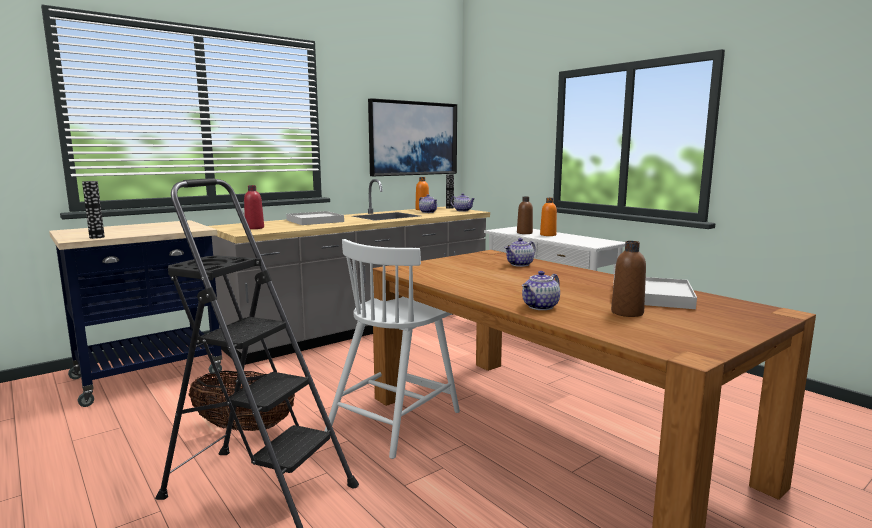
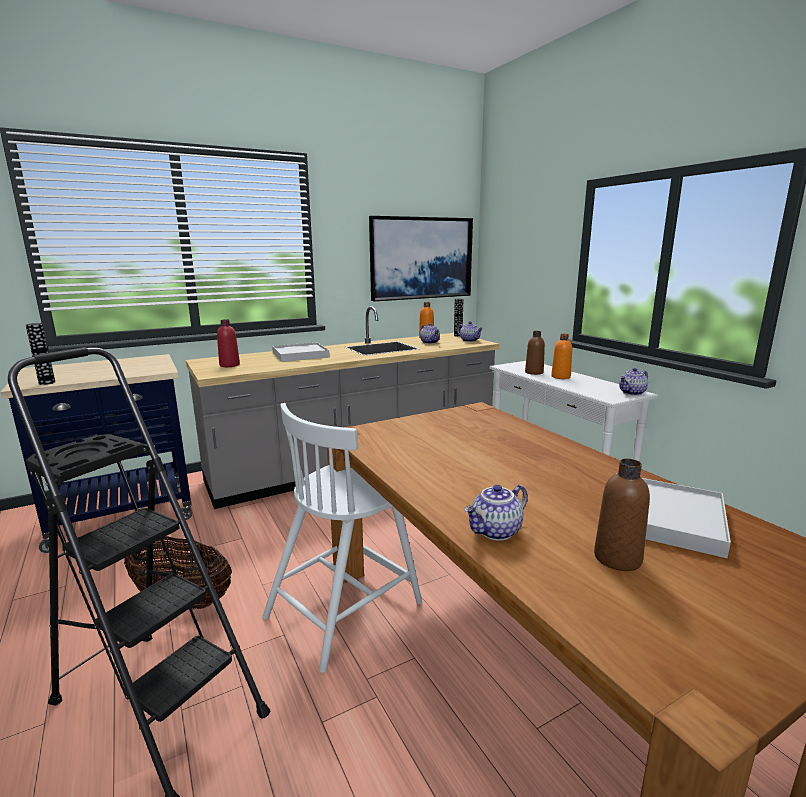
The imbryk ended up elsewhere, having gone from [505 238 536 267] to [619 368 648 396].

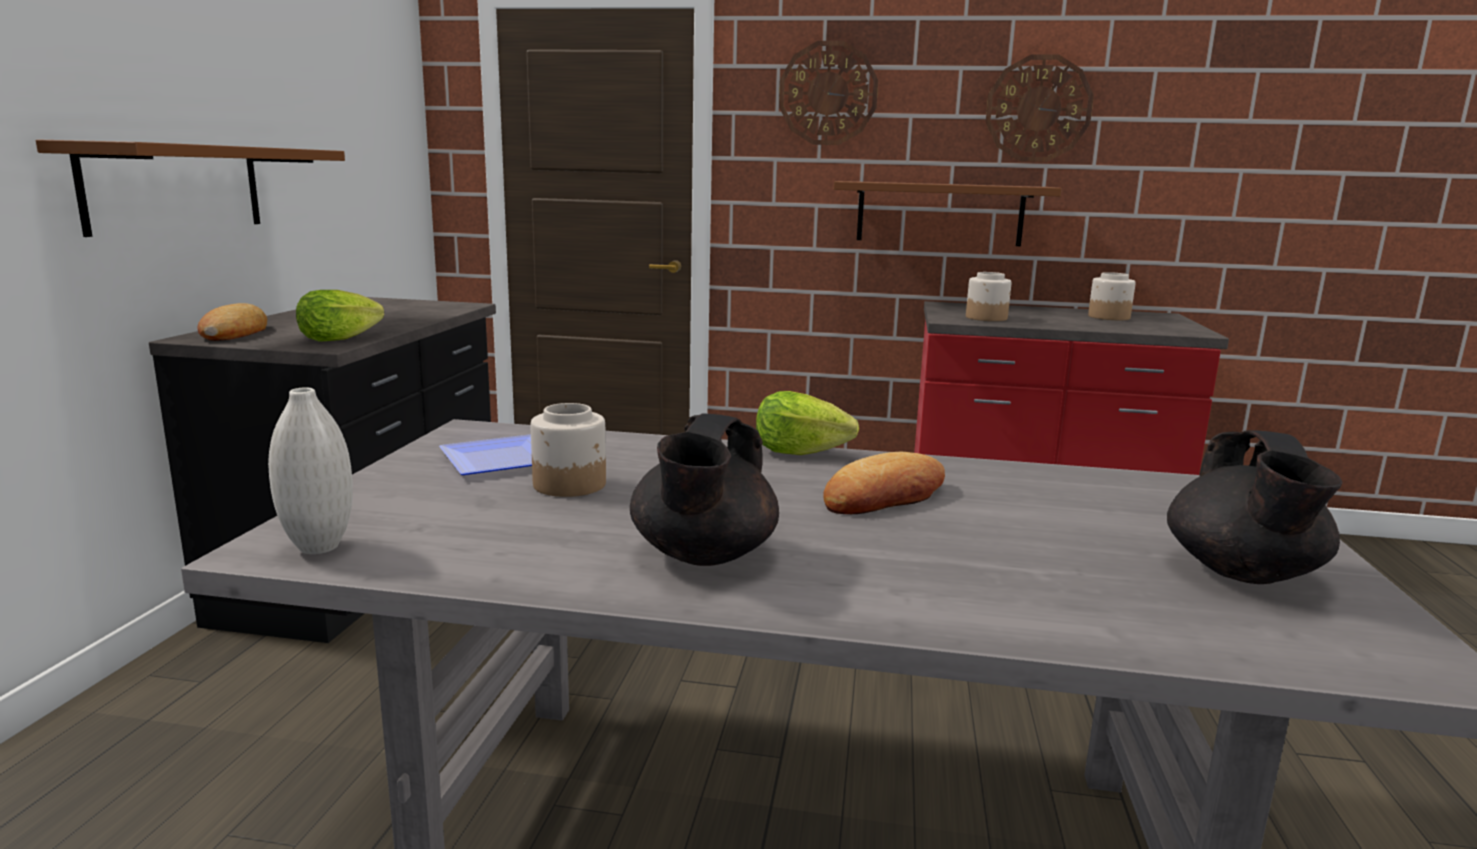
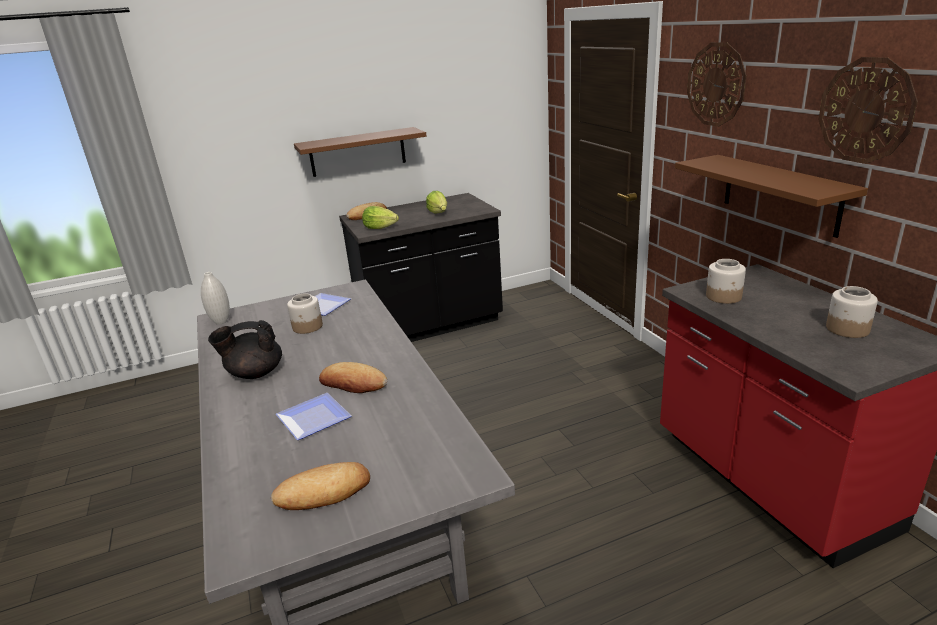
The second view gained the talerz at [276 393 351 440]. The sałata ended up elsewhere, having gone from [756 391 859 455] to [426 191 447 214]. Where the imbryk [czarny] stood at [1167 430 1342 584], the chleb came to stand at [271 462 370 510].

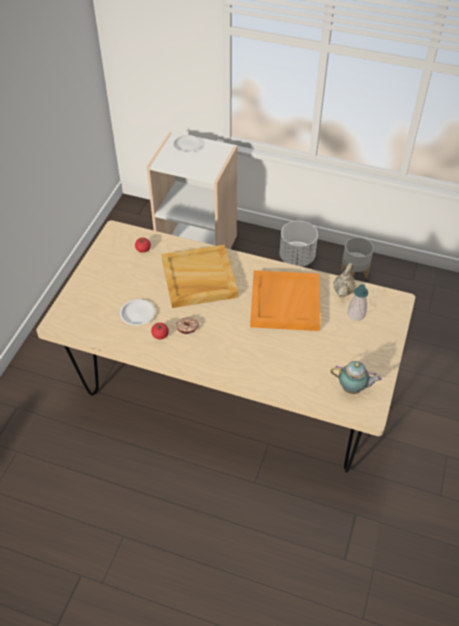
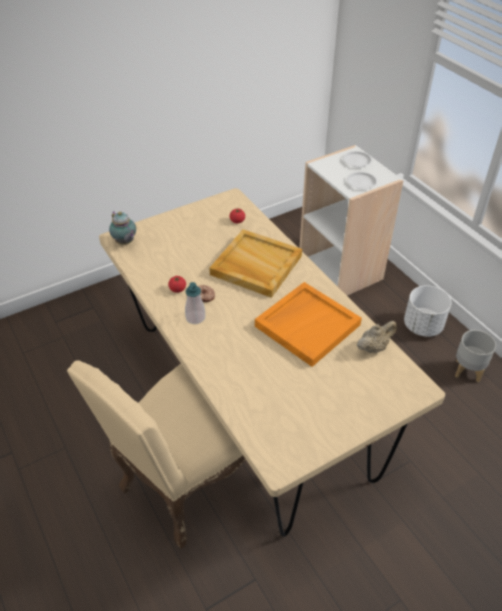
The second view gained the krzesło [beżowy] at [67 360 246 549]. The talerz [biały] ended up elsewhere, having gone from [120 299 155 326] to [347 172 378 189]. The imbryk ended up elsewhere, having gone from [330 361 382 394] to [109 212 136 245]. The dozownik mydła ended up elsewhere, having gone from [347 284 368 321] to [185 282 205 324].

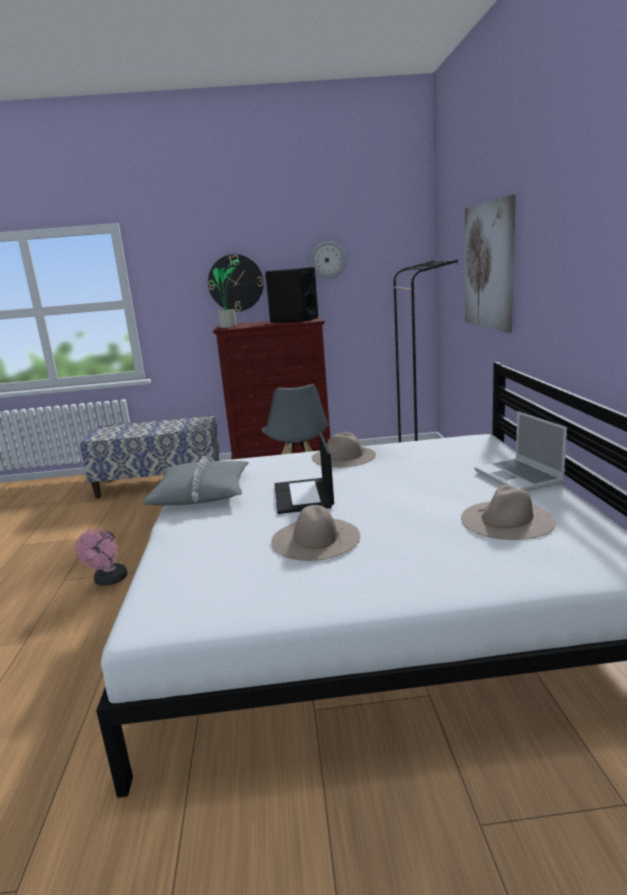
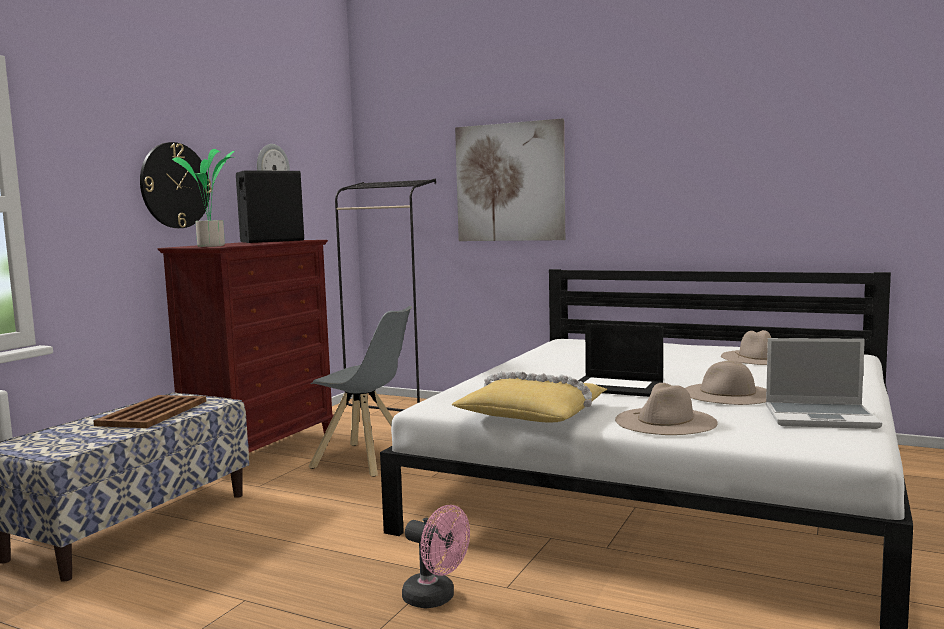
The second view gained the taca [brązowy] at [93 395 206 428]. The kapelusz [beżowy] ended up elsewhere, having gone from [312 432 376 467] to [615 383 718 435]. The laptop ended up elsewhere, having gone from [475 411 567 491] to [766 338 882 429]. What was the poduszka [szary] at [143 456 249 505] turned into the poduszka [żółty] at [452 371 607 423].

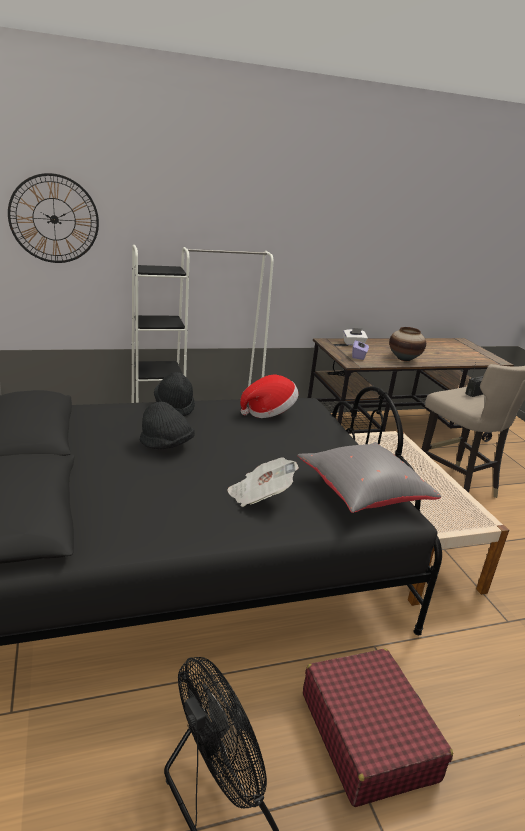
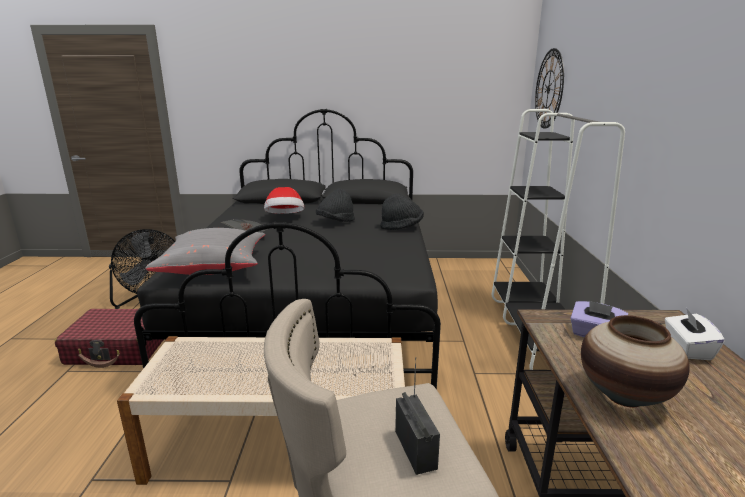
The kapelusz ended up elsewhere, having gone from [240 374 298 418] to [264 187 304 214].

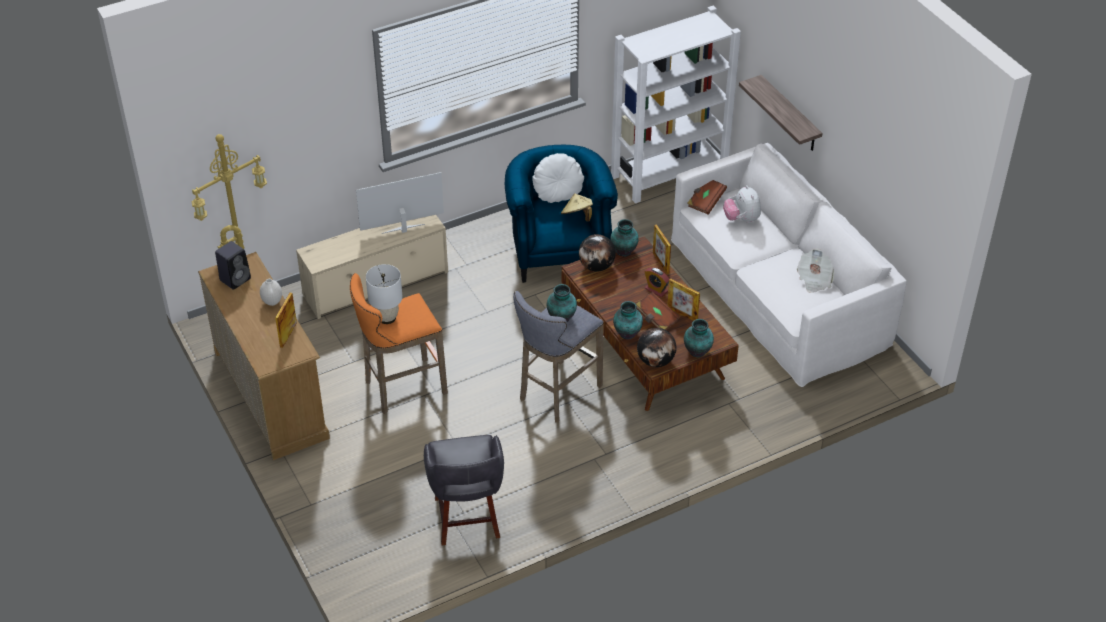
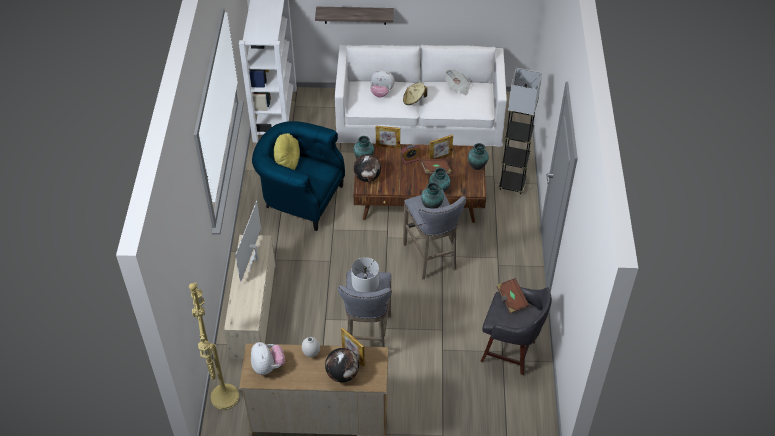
The second view gained the lampa stojąca [szary] at [498 68 542 194]. The kapelusz [beżowy] ended up elsewhere, having gone from [561 193 593 222] to [403 83 427 105]. The globus ended up elsewhere, having gone from [637 328 677 367] to [325 348 359 382]. The książka [brązowy] ended up elsewhere, having gone from [687 180 727 215] to [496 278 529 314]. Where the głośnik [czarny] stood at [215 241 251 290], the pluszak came to stand at [251 342 285 375]. What was the stołek [pomarańczowy] at [350 273 448 414] turned into the stołek [szary] at [338 271 392 347]. What was the poduszka [biały] at [532 153 584 203] turned into the poduszka [żółty] at [274 133 300 170].

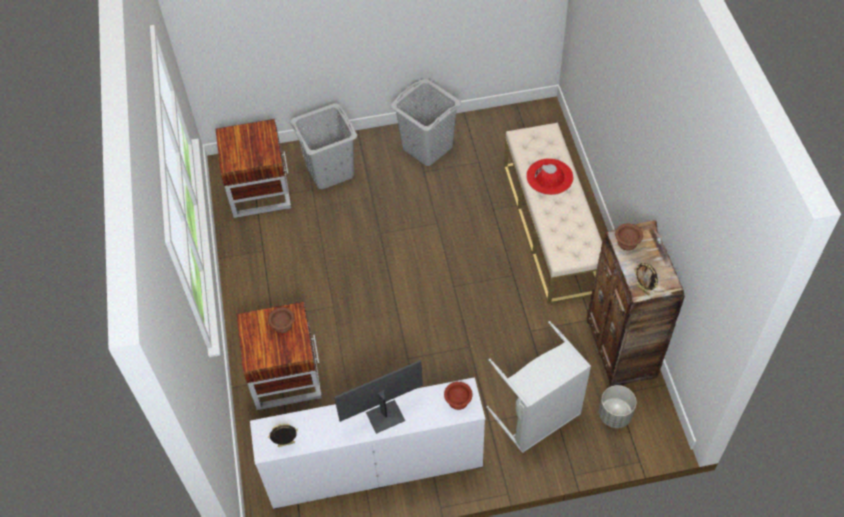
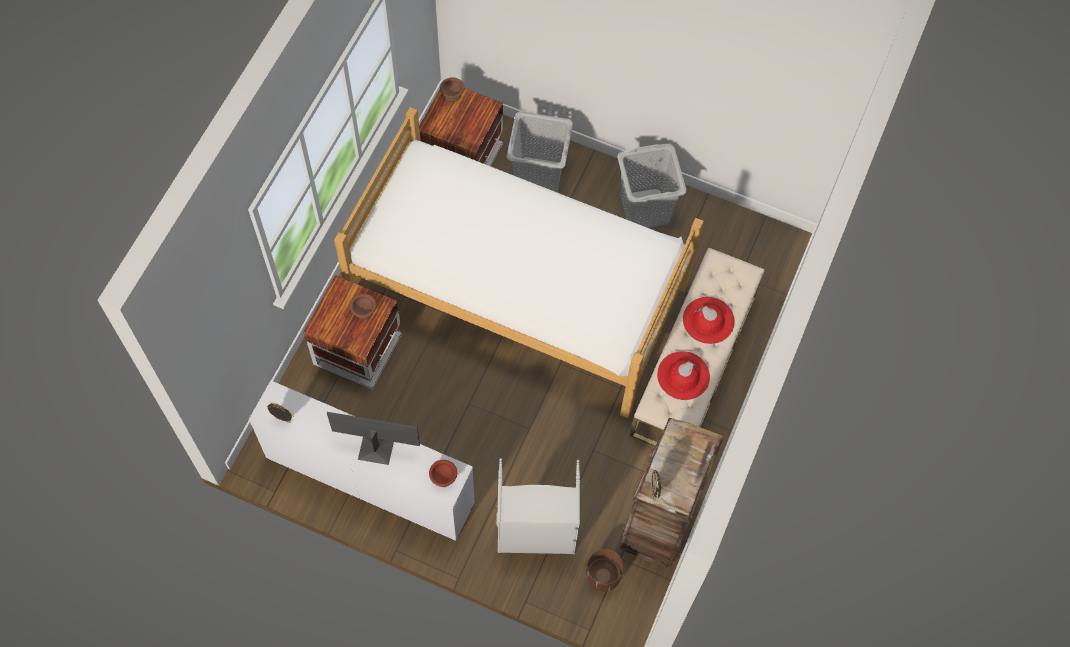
The second view gained the łóżko at [334 107 704 418]. The second view gained the kapelusz [czerwony] at [657 351 710 400]. The miska [brązowy] ended up elsewhere, having gone from [615 224 643 250] to [440 77 464 102]. What was the donica [szary] at [599 385 636 428] turned into the donica [brązowy] at [586 549 623 592].

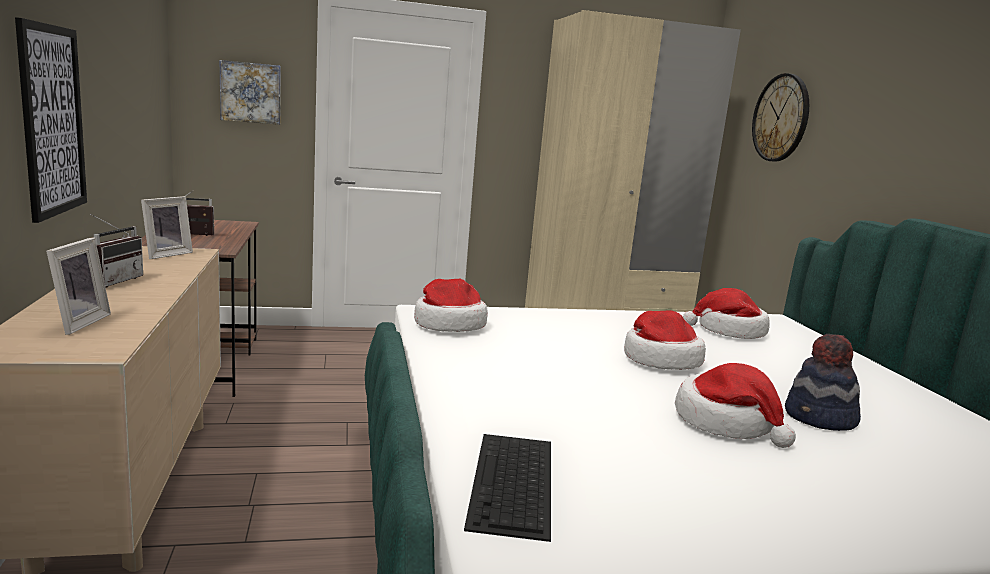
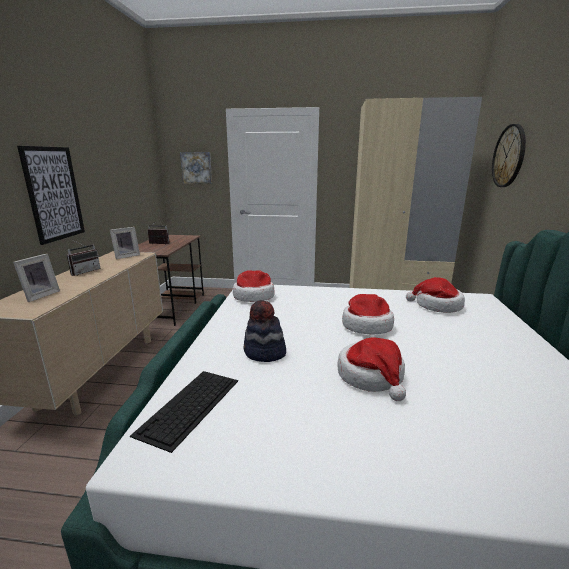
The kapelusz ended up elsewhere, having gone from [785 334 861 431] to [243 300 286 362].

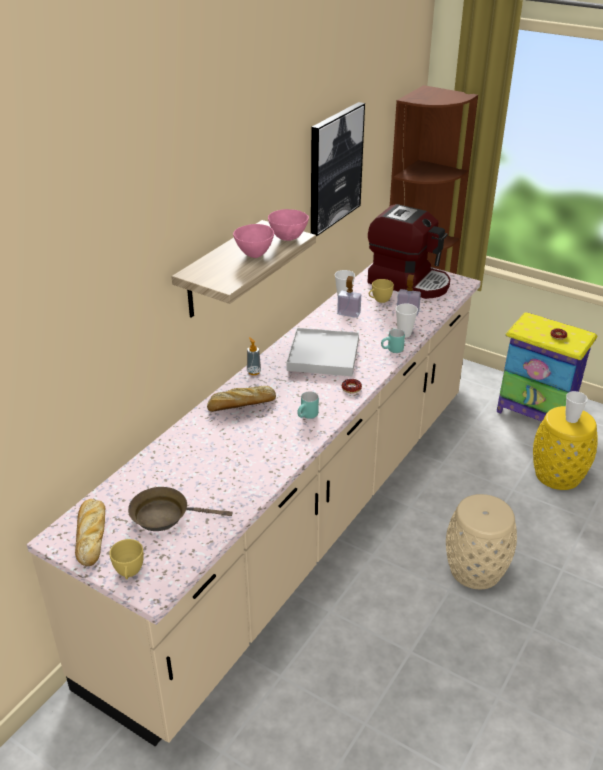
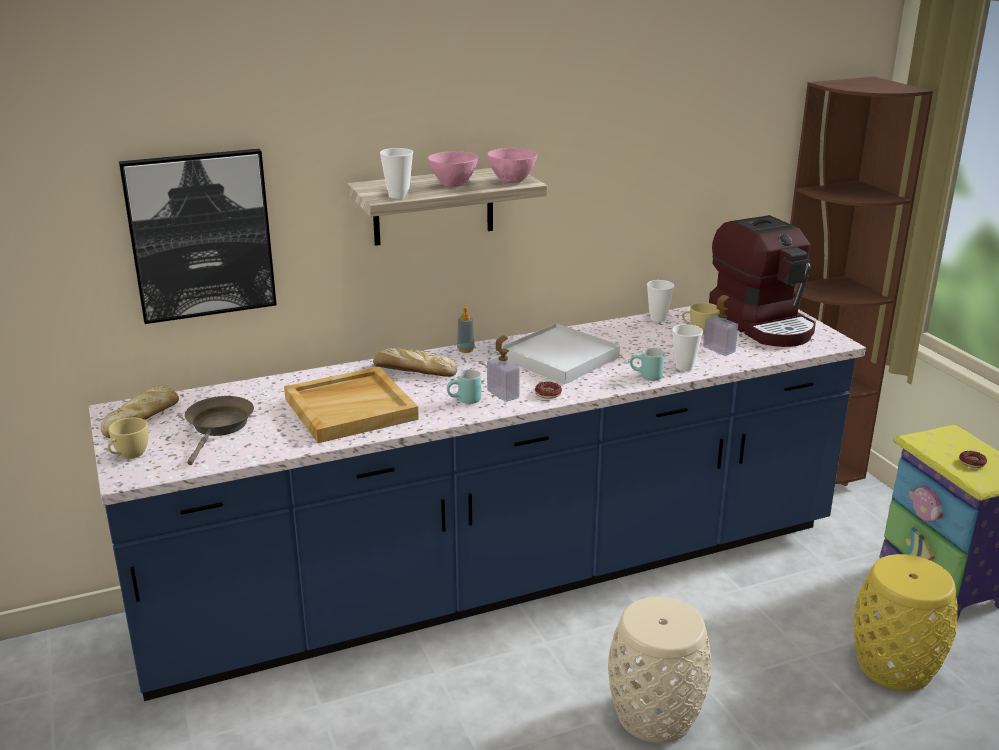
The second view gained the taca [beżowy] at [284 367 419 443]. The obraz ended up elsewhere, having gone from [311 102 365 236] to [119 149 277 324]. The dozownik mydła ended up elsewhere, having gone from [337 276 361 318] to [487 335 520 402]. The filiżanka ended up elsewhere, having gone from [565 391 588 423] to [380 148 413 199]. What was the zabudowa kuchenna [beżowy] at [27 263 481 746] turned into the zabudowa kuchenna [niebieski] at [89 306 866 701]. The patelnia [brązowy] at [128 487 232 531] ended up facing another way, 60 degrees clockwise from before.

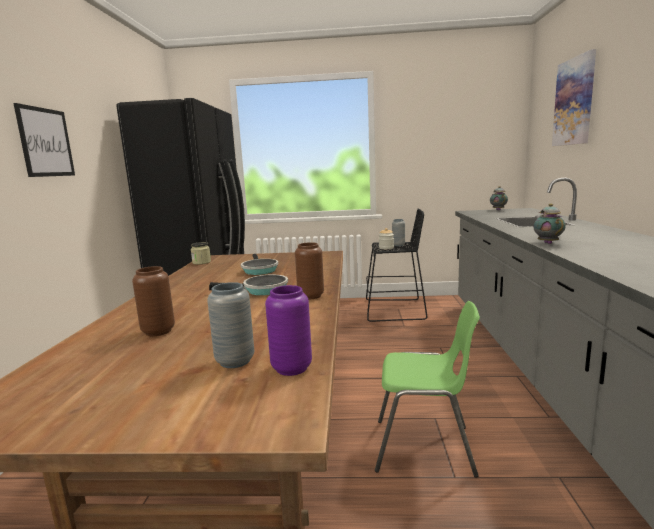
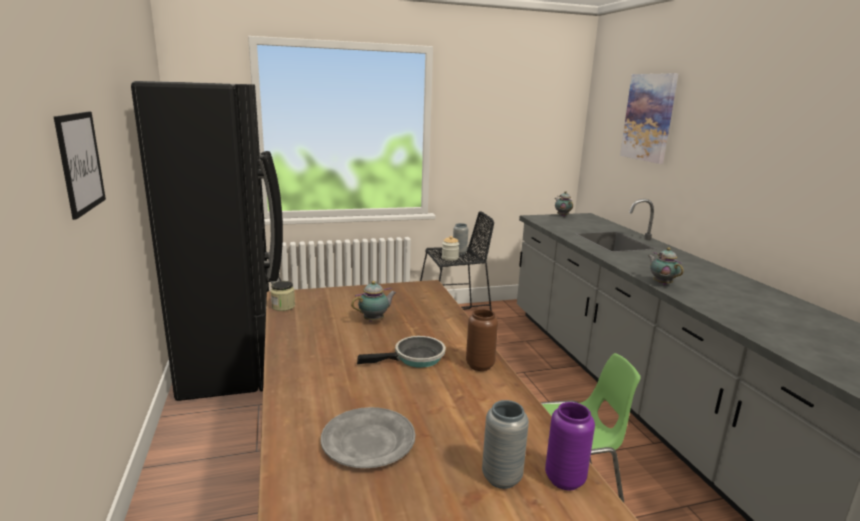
Where the wazon [brązowy] stood at [132 266 175 336], the talerz [szary] came to stand at [321 407 415 468]. Where the patelnia stood at [241 254 278 275], the imbryk came to stand at [351 281 397 322].

